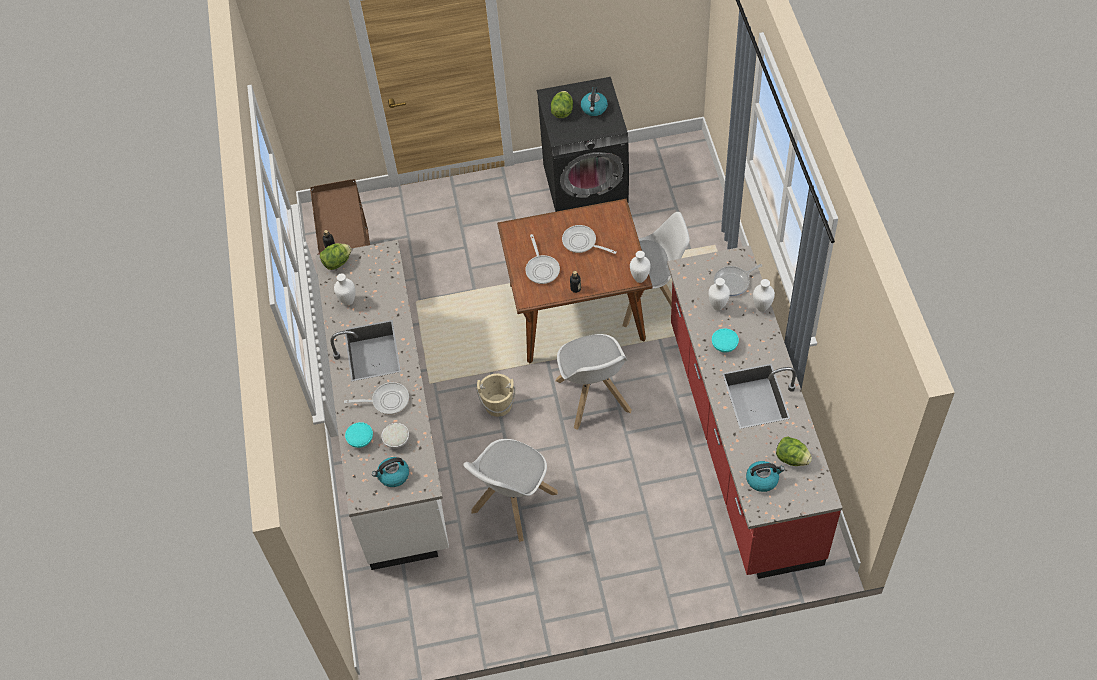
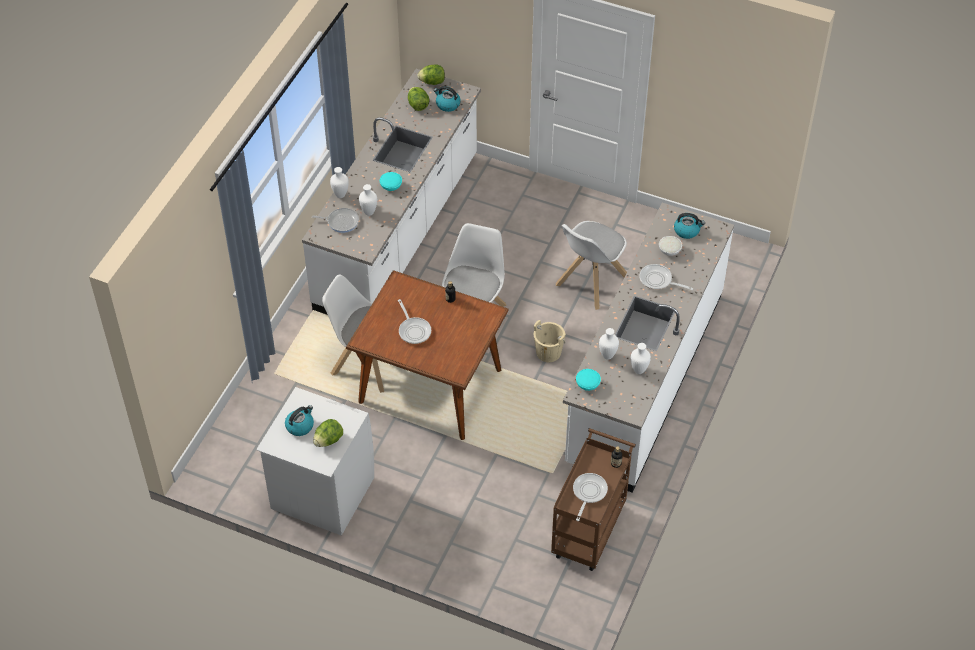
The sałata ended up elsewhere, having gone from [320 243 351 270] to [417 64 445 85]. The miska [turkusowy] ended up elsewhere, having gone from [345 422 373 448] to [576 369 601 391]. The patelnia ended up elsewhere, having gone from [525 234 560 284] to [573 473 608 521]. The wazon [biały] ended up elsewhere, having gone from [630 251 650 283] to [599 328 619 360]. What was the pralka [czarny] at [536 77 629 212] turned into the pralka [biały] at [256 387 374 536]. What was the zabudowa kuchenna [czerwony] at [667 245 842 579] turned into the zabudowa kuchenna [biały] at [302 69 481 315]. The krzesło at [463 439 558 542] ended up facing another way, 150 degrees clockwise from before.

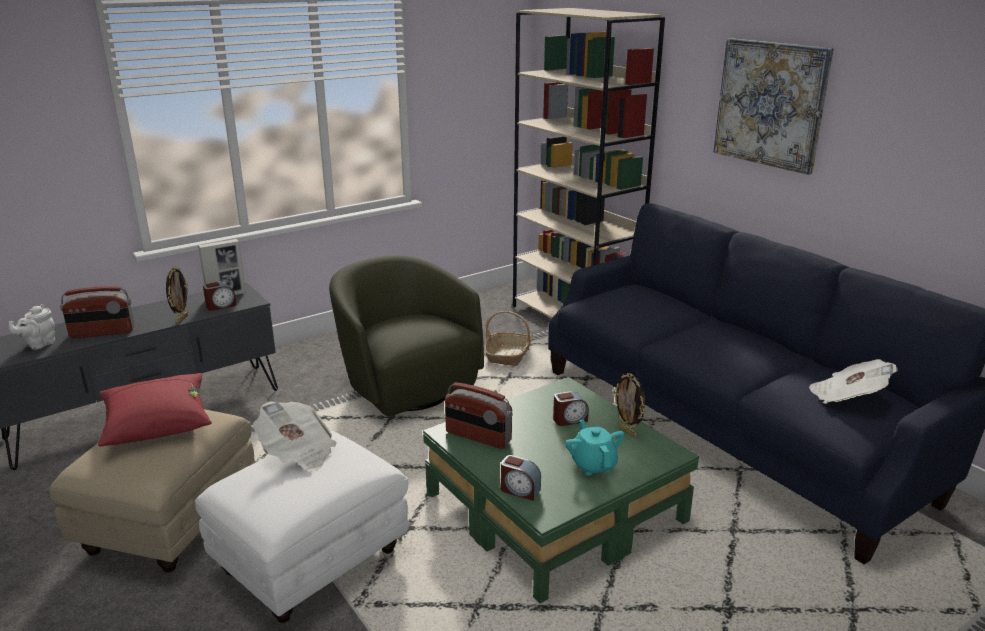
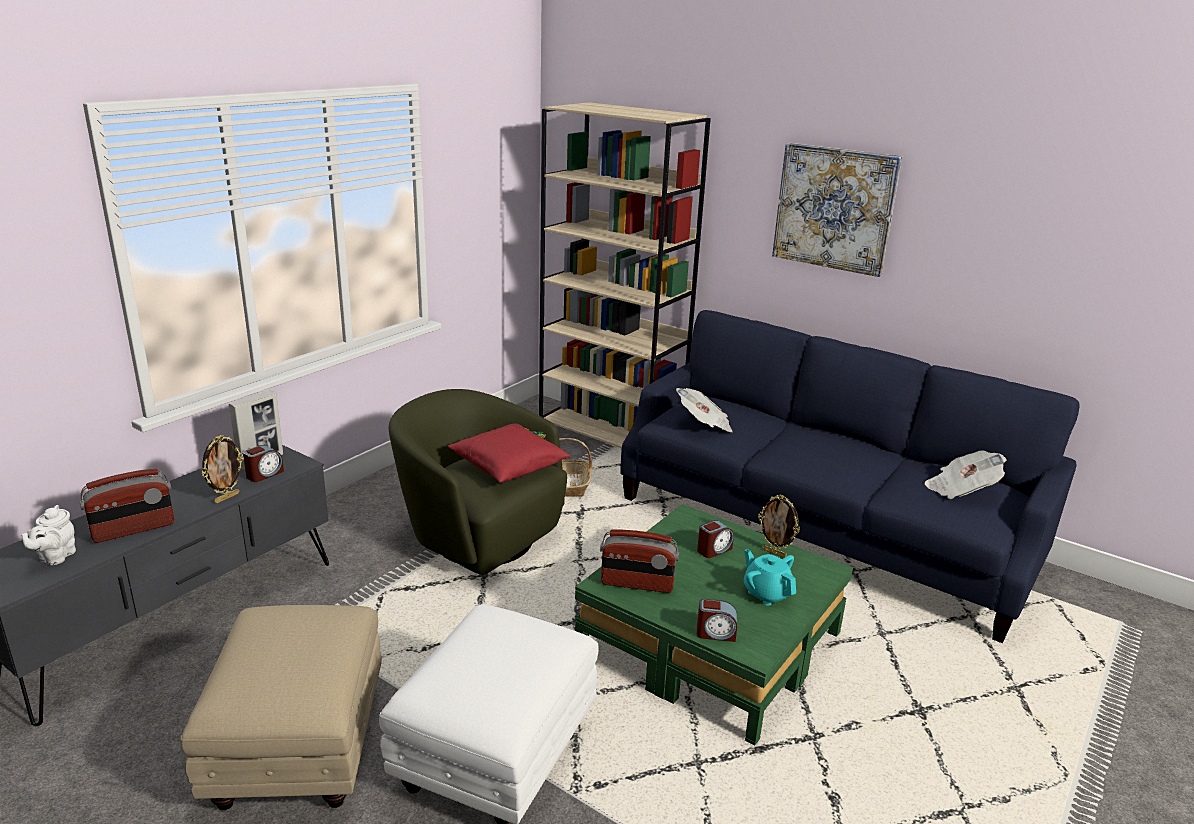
The poduszka [czerwony] ended up elsewhere, having gone from [98 373 212 447] to [448 423 570 483]. The gazeta ended up elsewhere, having gone from [253 401 337 472] to [676 388 732 432]. The ramka na zdjęcie at [166 266 188 324] ended up facing another way, 45 degrees clockwise from before.

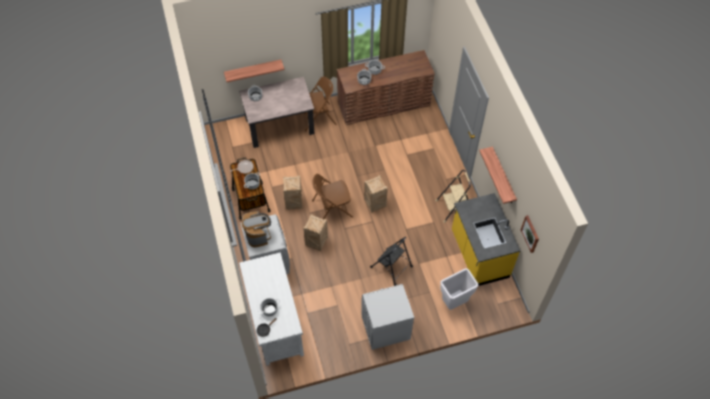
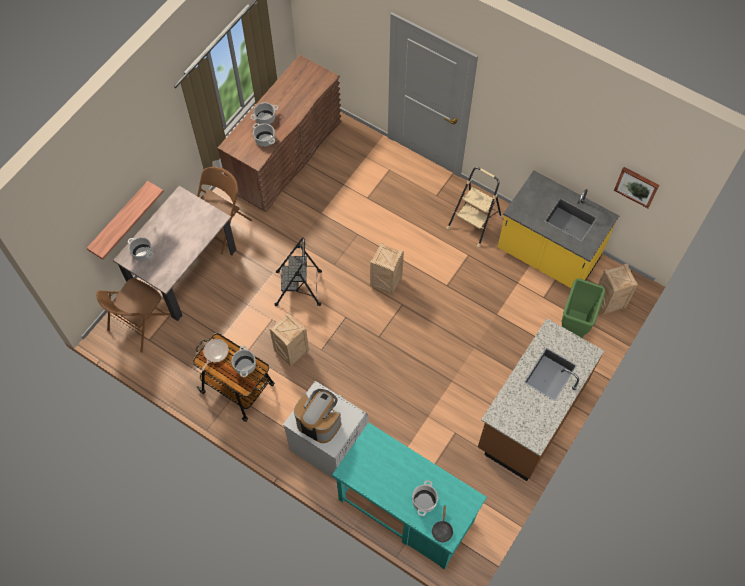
The second view lost the półka at [479 147 517 204]. The skrzynka ended up elsewhere, having gone from [304 214 328 251] to [598 263 638 315]. The krzesło [brązowy] ended up elsewhere, having gone from [312 174 353 219] to [96 278 171 353]. The drabinka [czarny] ended up elsewhere, having gone from [370 237 413 286] to [274 238 322 306]. Where the pralka [biały] stood at [361 284 414 350], the zabudowa kuchenna [brązowy] came to stand at [478 318 604 481]. What was the biurko [biały] at [239 252 304 366] turned into the biurko [turkusowy] at [332 423 487 569]. What was the kosz na śmieci [biały] at [440 268 478 310] turned into the kosz na śmieci [zielony] at [562 279 606 338].

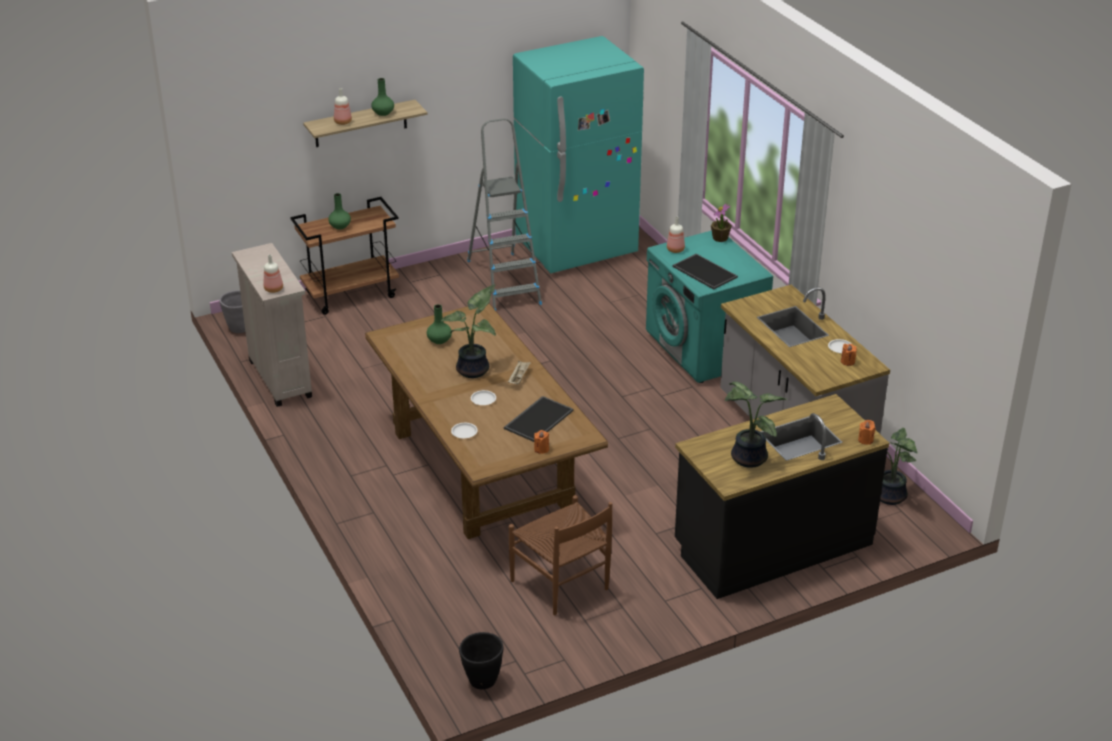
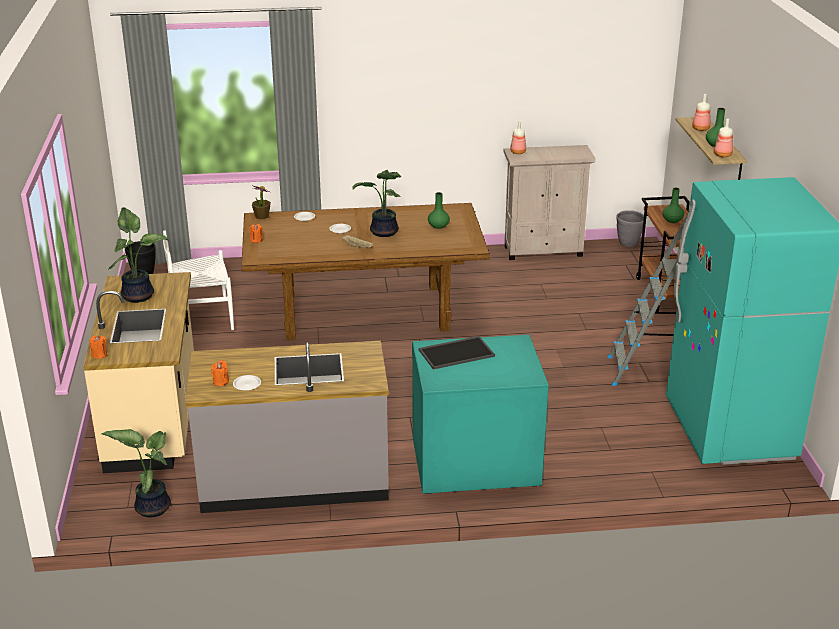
The second view lost the taca at [504 396 574 442]. The butelka ended up elsewhere, having gone from [667 217 685 253] to [714 118 733 157]. The roślina doniczkowa ended up elsewhere, having gone from [711 203 732 242] to [251 186 271 219]. What was the krzesło [brązowy] at [509 495 612 615] turned into the krzesło [biały] at [163 230 234 330]. What was the zabudowa kuchenna [czarny] at [675 394 889 599] turned into the zabudowa kuchenna [beżowy] at [83 272 194 473].

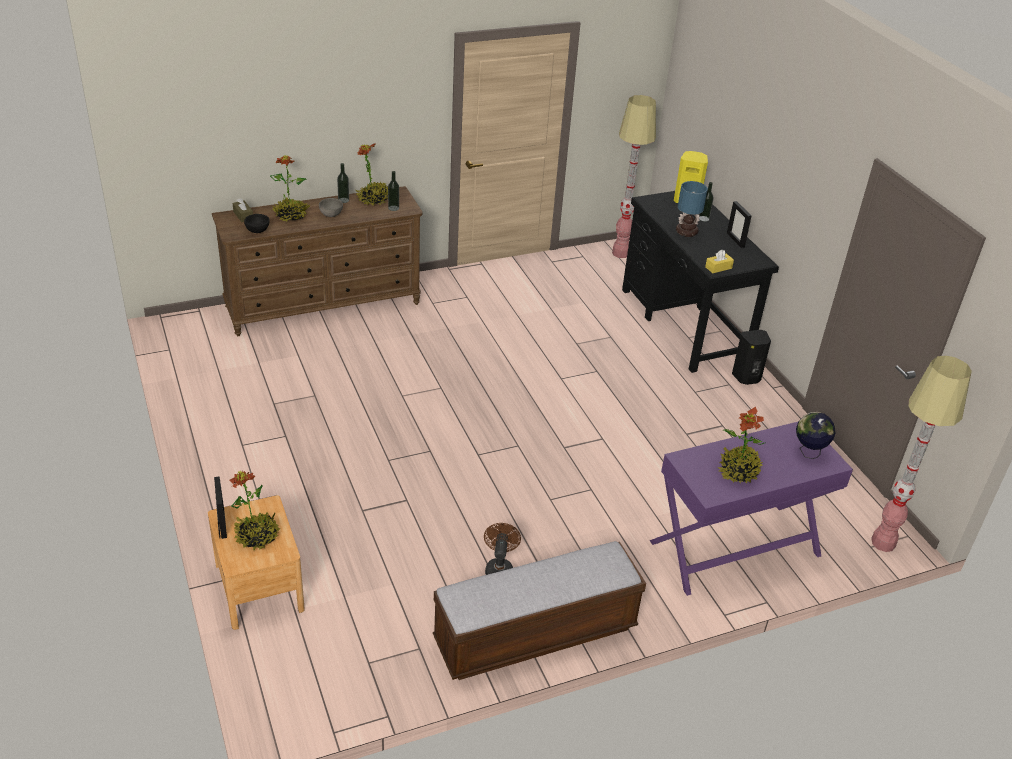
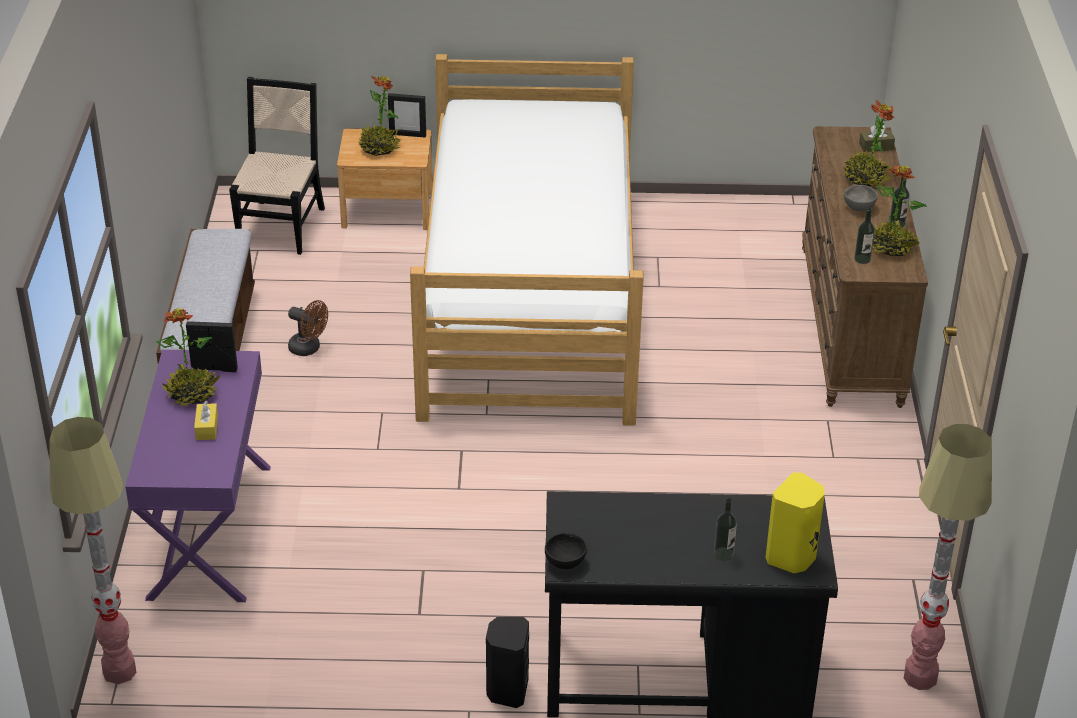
The second view lost the lampa stołowa at [676 181 708 237]. The second view lost the globus at [796 412 836 459]. The second view gained the krzesło at [229 77 325 255]. The second view gained the łóżko at [410 54 644 426]. The miska [czarny] ended up elsewhere, having gone from [244 214 270 233] to [545 533 587 569]. The pudełko chusteczek [żółty] ended up elsewhere, having gone from [705 250 734 273] to [194 401 218 440]. The ramka na zdjęcie ended up elsewhere, having gone from [727 201 752 248] to [186 321 238 372].

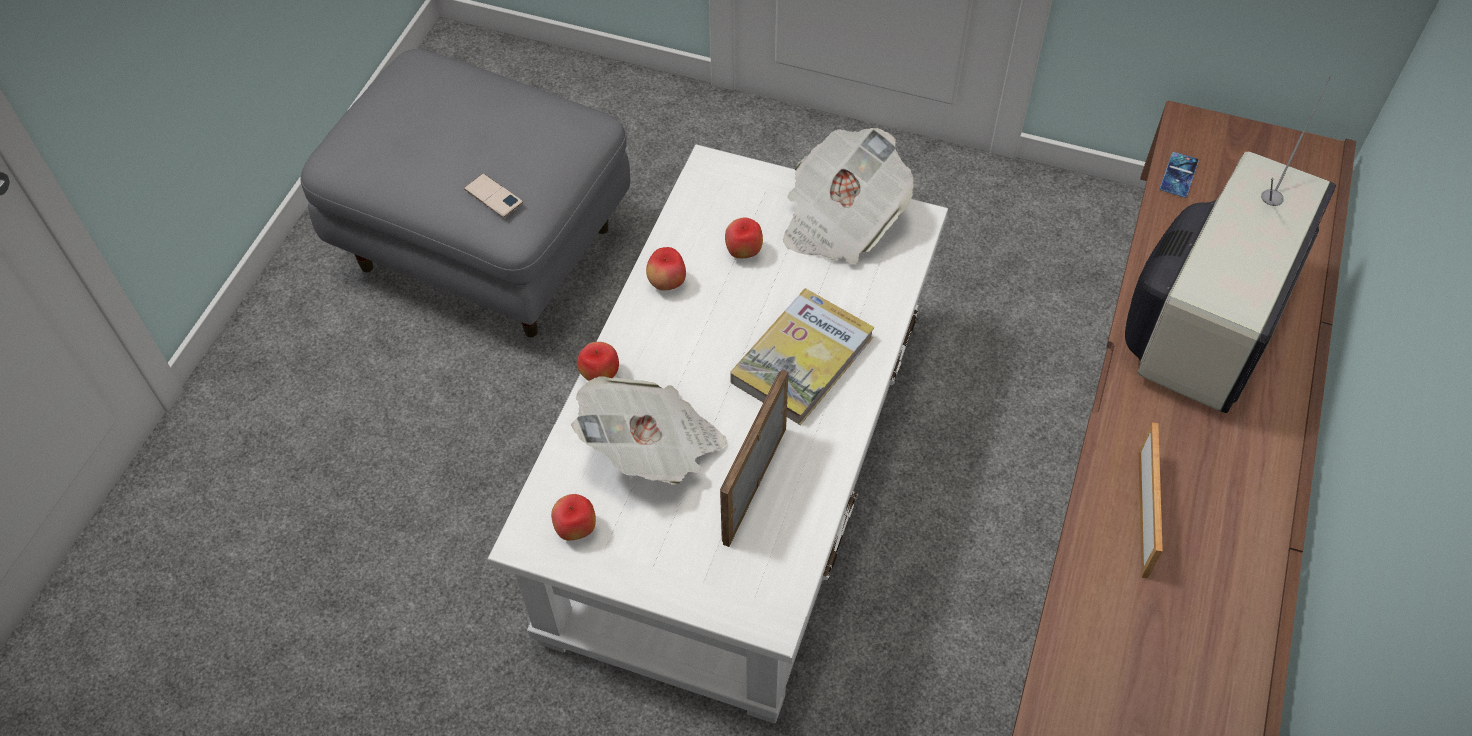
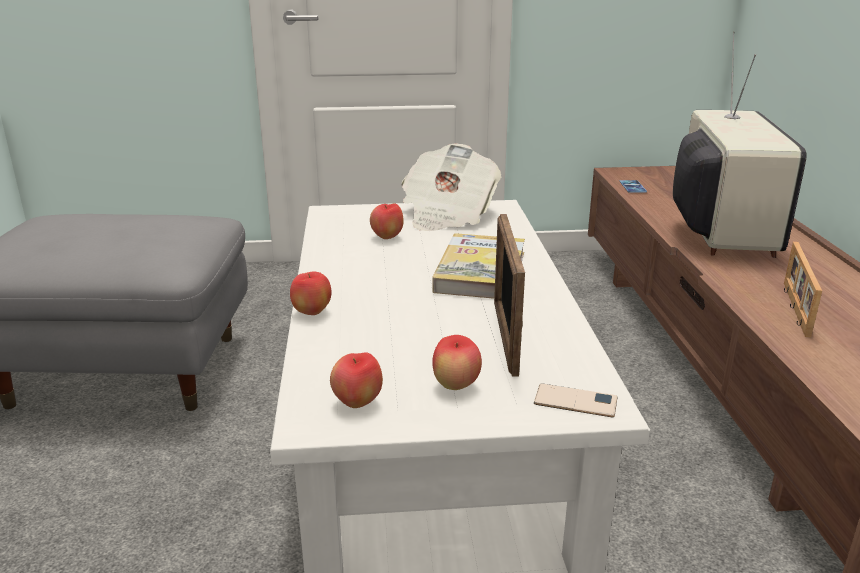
The second view lost the gazeta at [571 376 727 485]. The telefon ended up elsewhere, having gone from [464 173 523 218] to [534 383 618 417]. The jabłko ended up elsewhere, having gone from [646 247 686 291] to [432 335 482 390]. The ramka na zdjęcie at [1138 423 1163 578] ended up facing another way, 150 degrees counterclockwise from before.

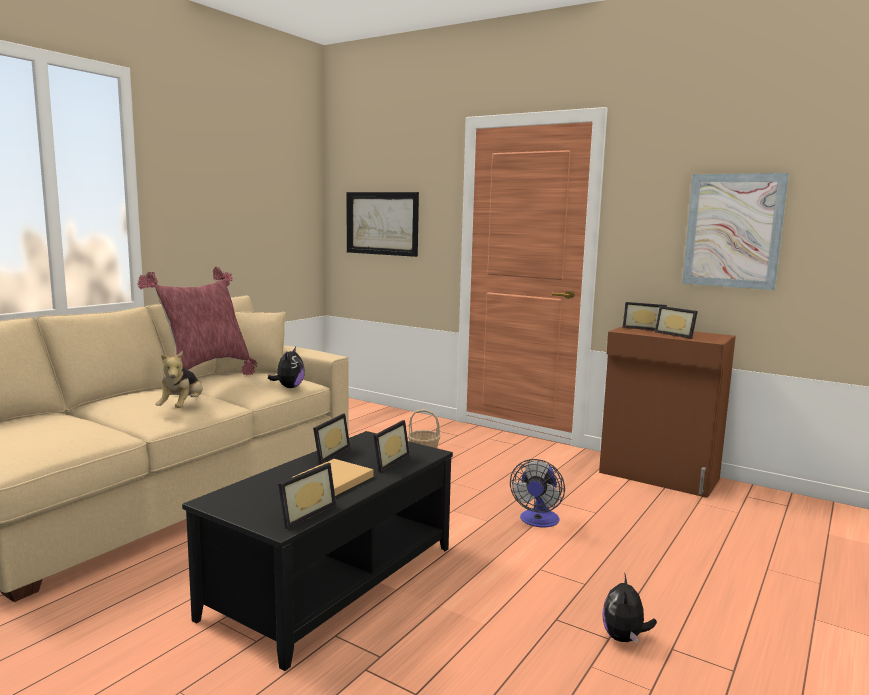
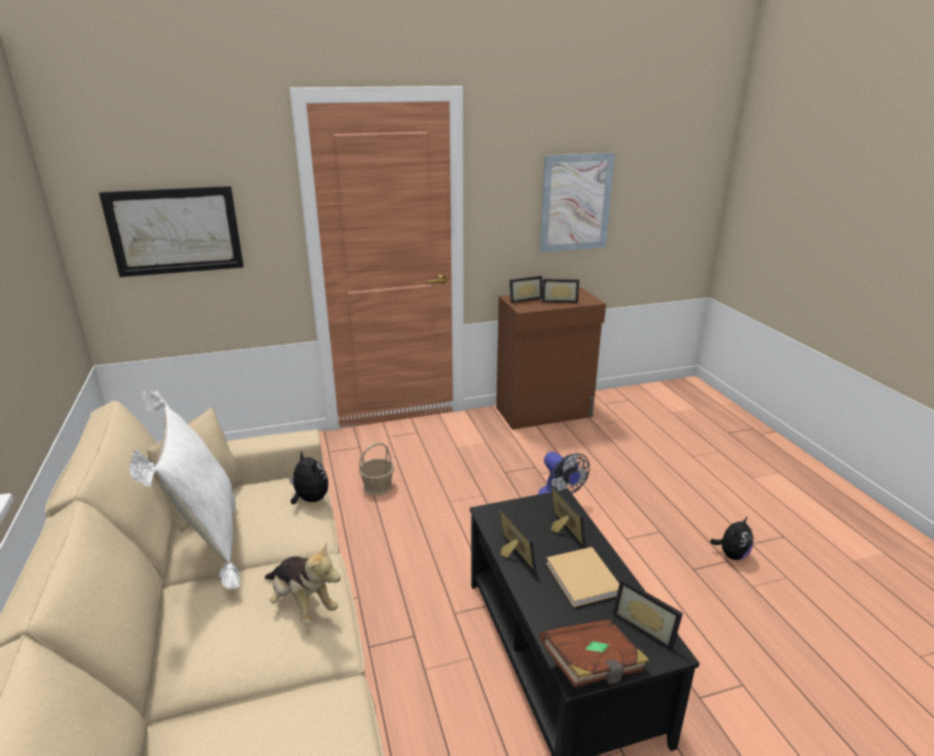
The second view gained the książka [brązowy] at [539 619 649 688]. What was the poduszka [czerwony] at [138 266 257 375] turned into the poduszka [biały] at [129 389 241 590]. The ramka na zdjęcie at [278 463 336 529] ended up facing another way, 150 degrees clockwise from before. The pluszak at [602 572 657 644] ended up facing another way, 105 degrees counterclockwise from before.

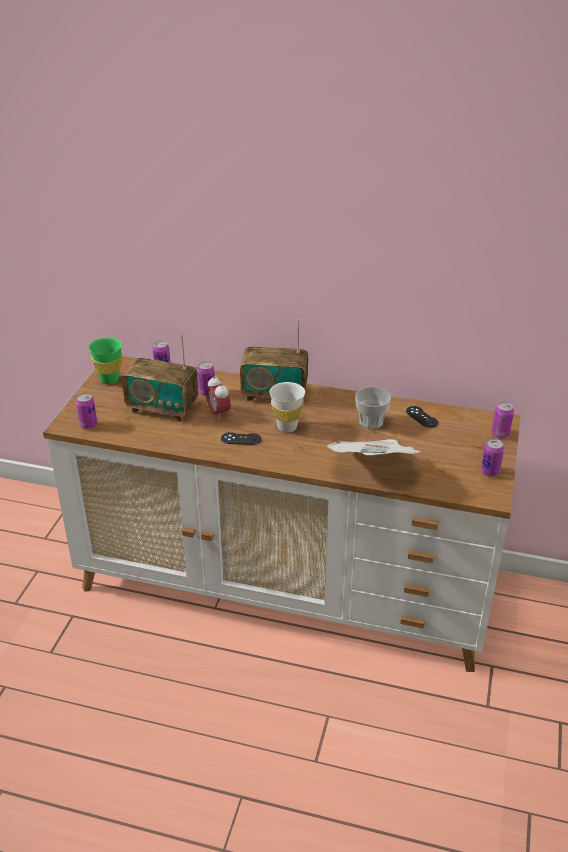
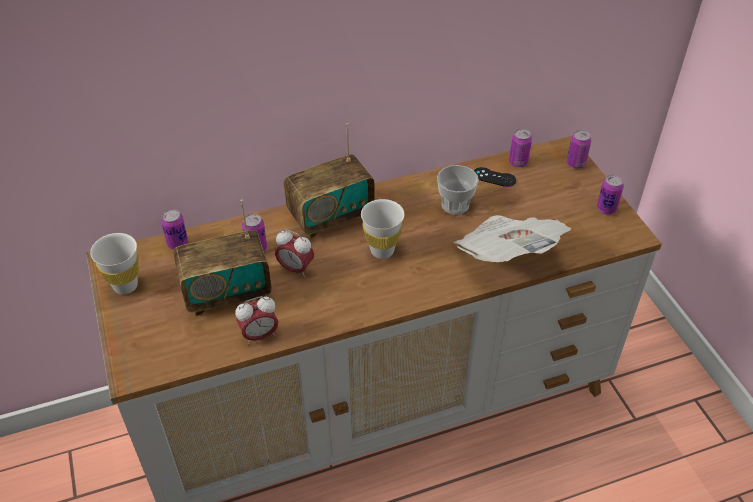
The second view lost the pad do gier [czarny] at [221 432 261 445]. The second view gained the budzik at [235 296 279 345]. The puszka ended up elsewhere, having gone from [76 393 97 429] to [509 129 532 167]. What was the filiżanka [zielony] at [89 337 122 384] turned into the filiżanka [biały] at [90 233 139 294].

